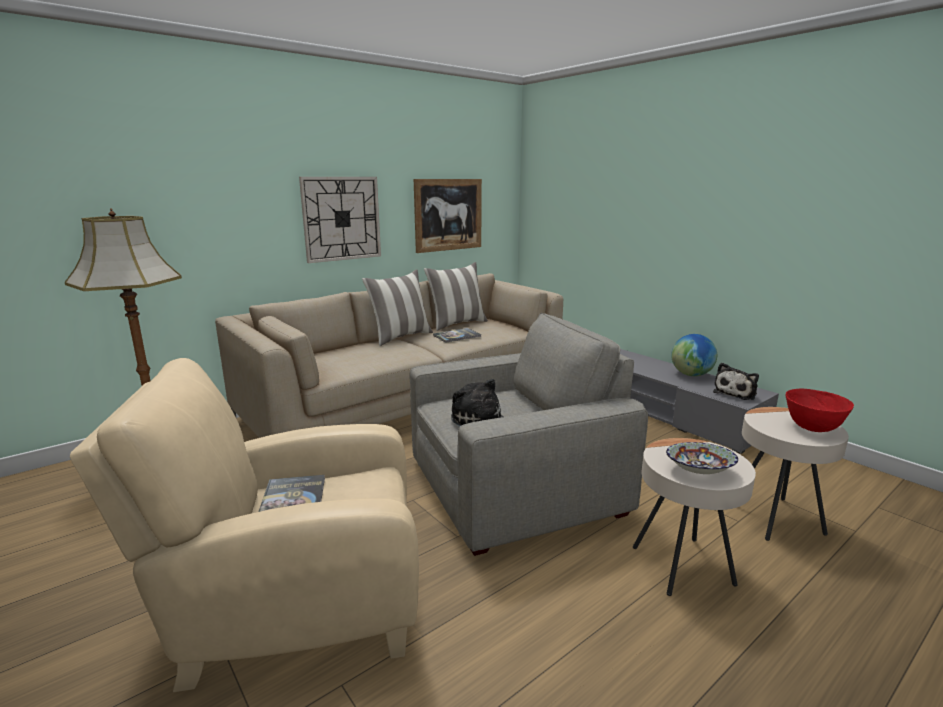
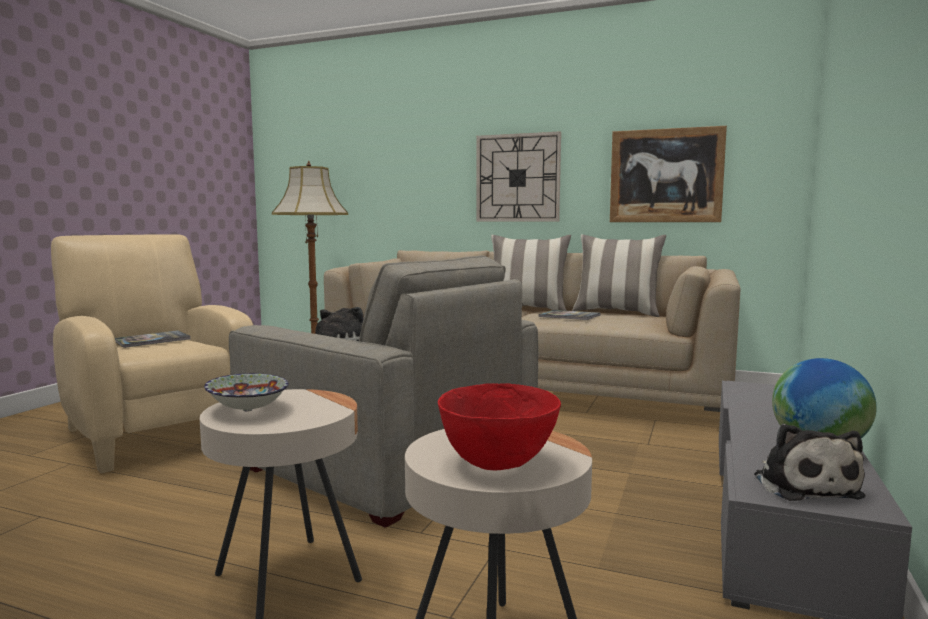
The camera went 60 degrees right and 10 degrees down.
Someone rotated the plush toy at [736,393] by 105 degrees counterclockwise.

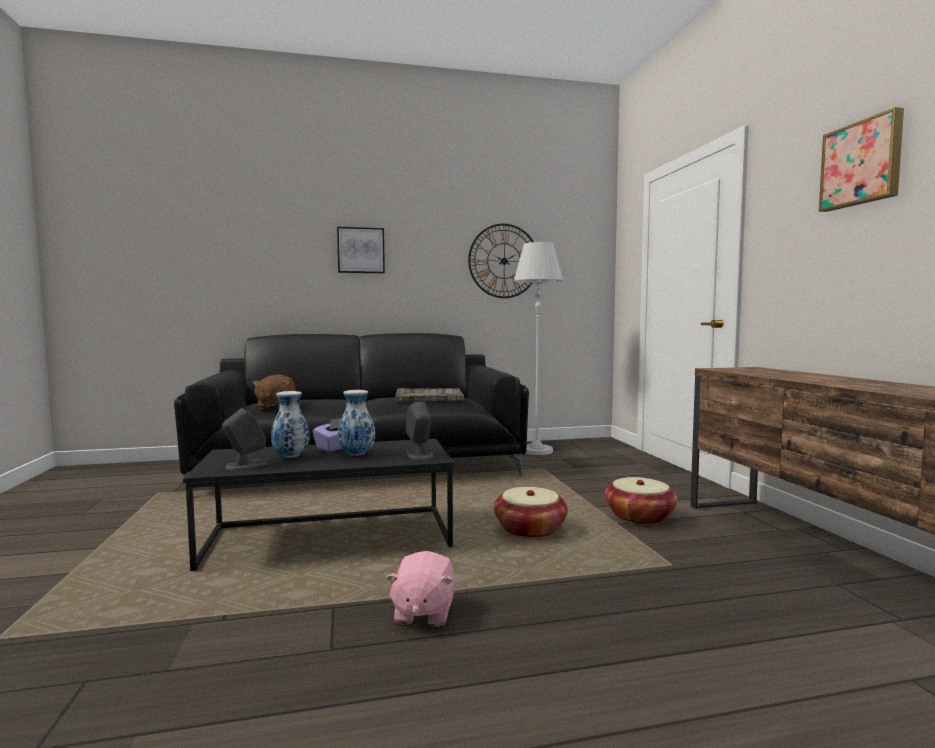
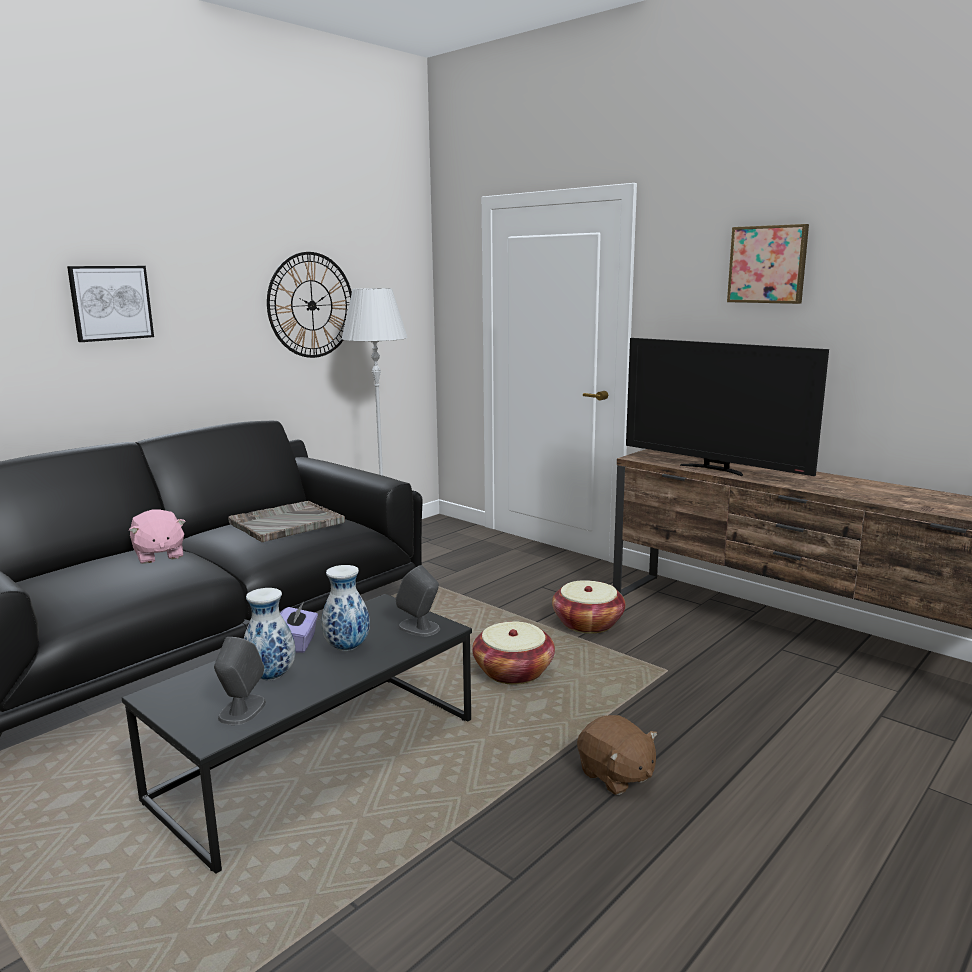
The camera went 35 degrees left and 10 degrees up.
Someone carried the plush toy in brownish from [275,406] to [615,775].
Someone carried the plush toy in pink-coloured from [423,613] to [159,555].
Someone put down the TV at [714,469].

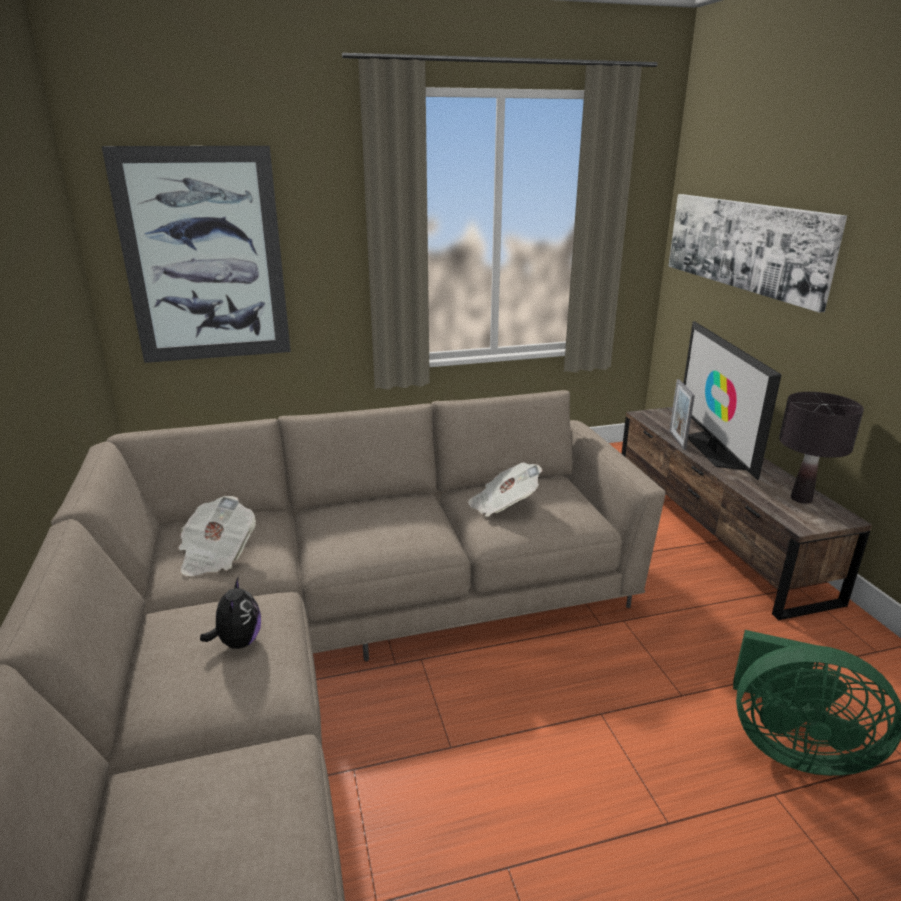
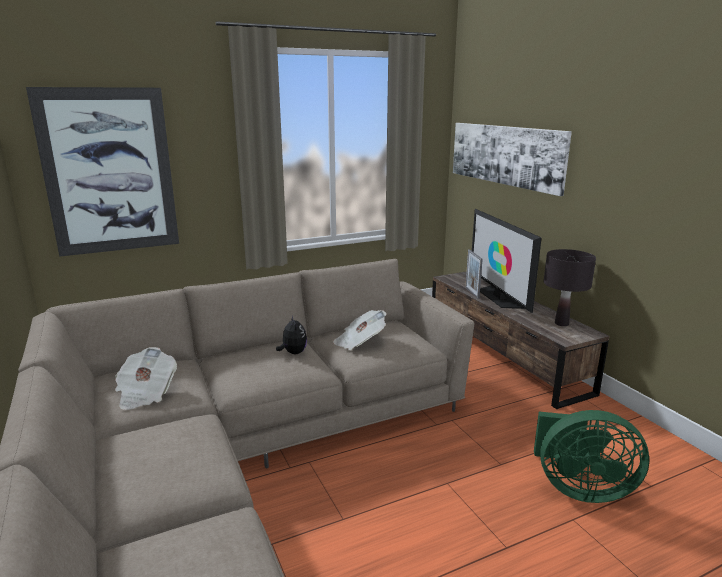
The camera went 10 degrees left and 5 degrees down.
Someone carried the plush toy from [238,642] to [293,353].

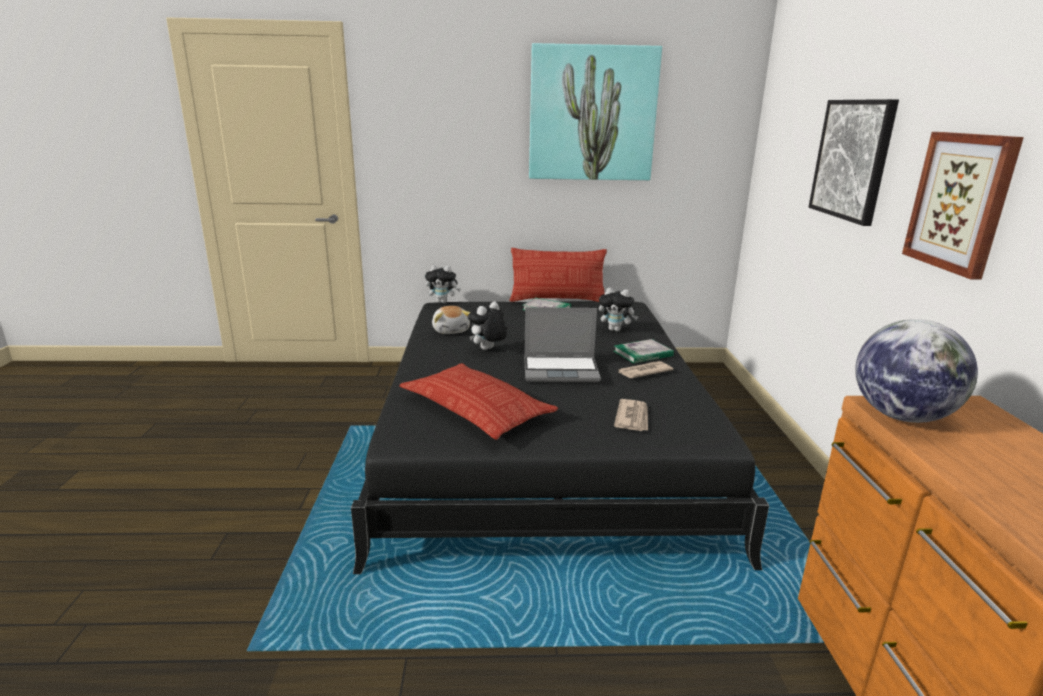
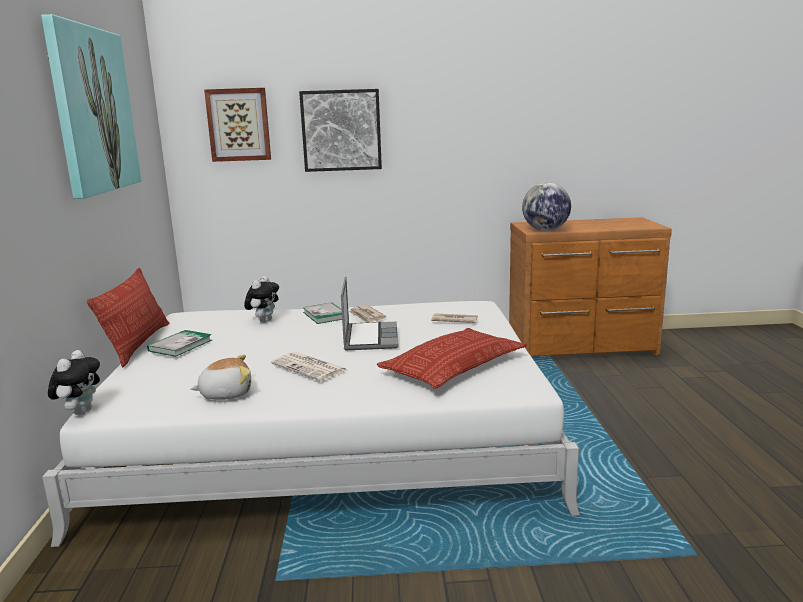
The camera went 90 degrees left and 5 degrees down.
Someone carried the picture from [960,202] to [239,125].
Someone repainted the bedroom bed in black at [542,438], which became the bedroom bed in white at [331,435].
Someone swapped the plush toy at [487,349] for the daily paper at [310,367].

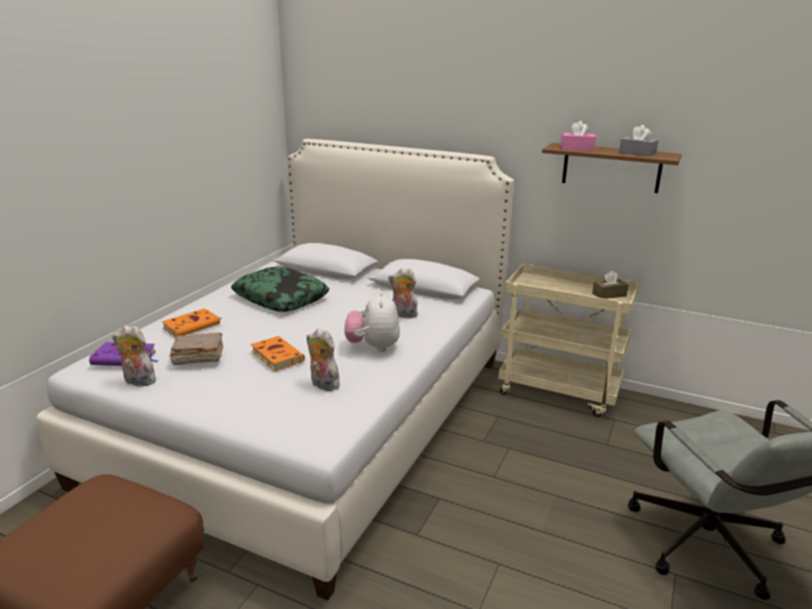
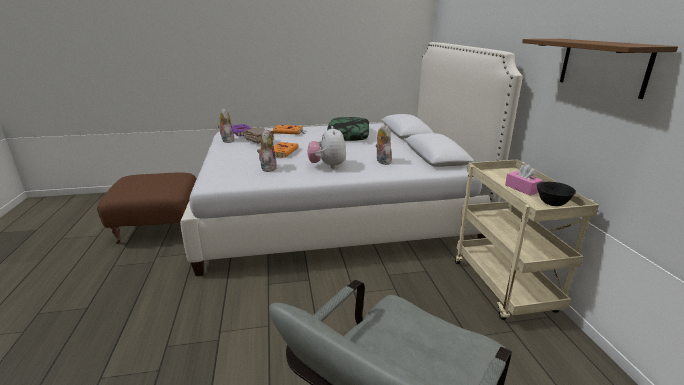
The camera went 55 degrees right and 0 degrees up.
Someone carried the tissue holder in pink-coloured from [577,148] to [522,188].
Someone took away the tissue holder in gray at [637,153].
Someone swapped the tissue holder in brownish at [609,295] for the serving bowl in black at [551,204].
Someone rotated the plush toy at [373,347] by 60 degrees counterclockwise.

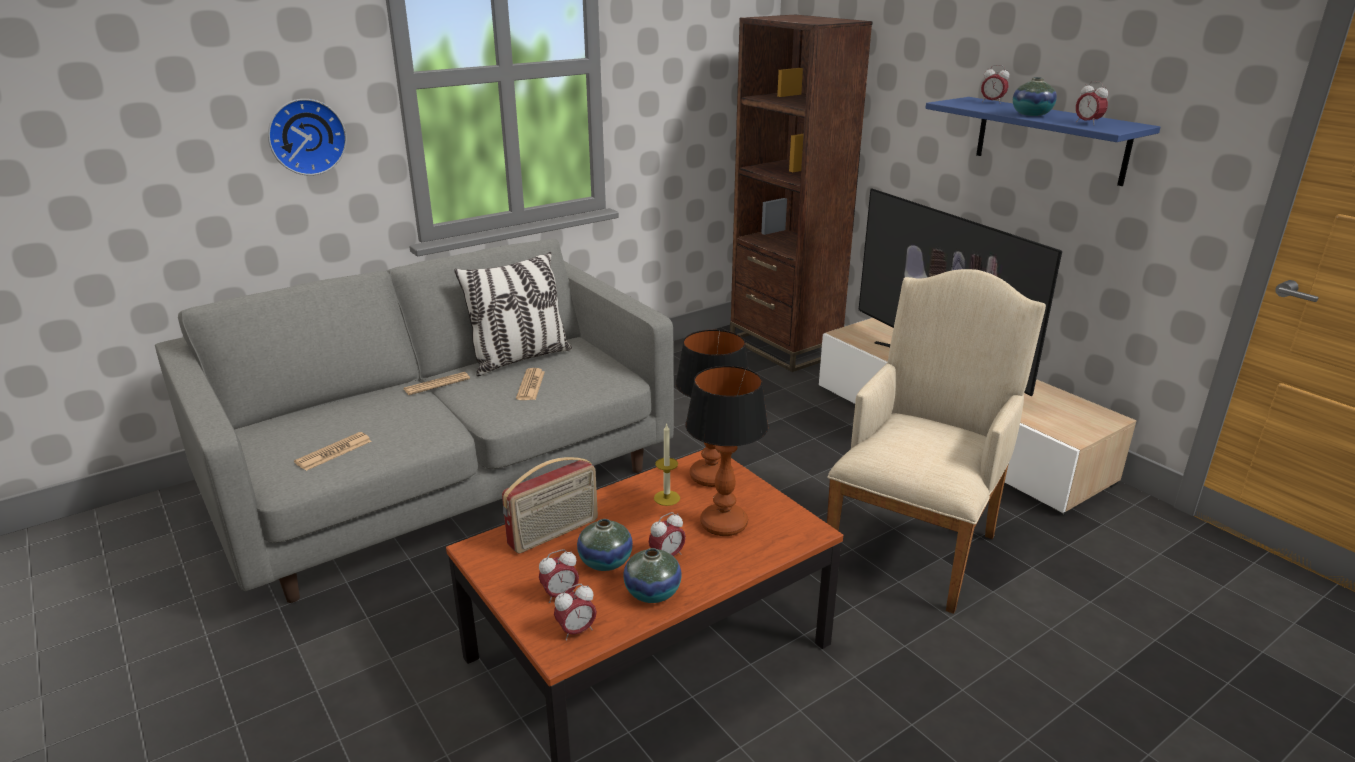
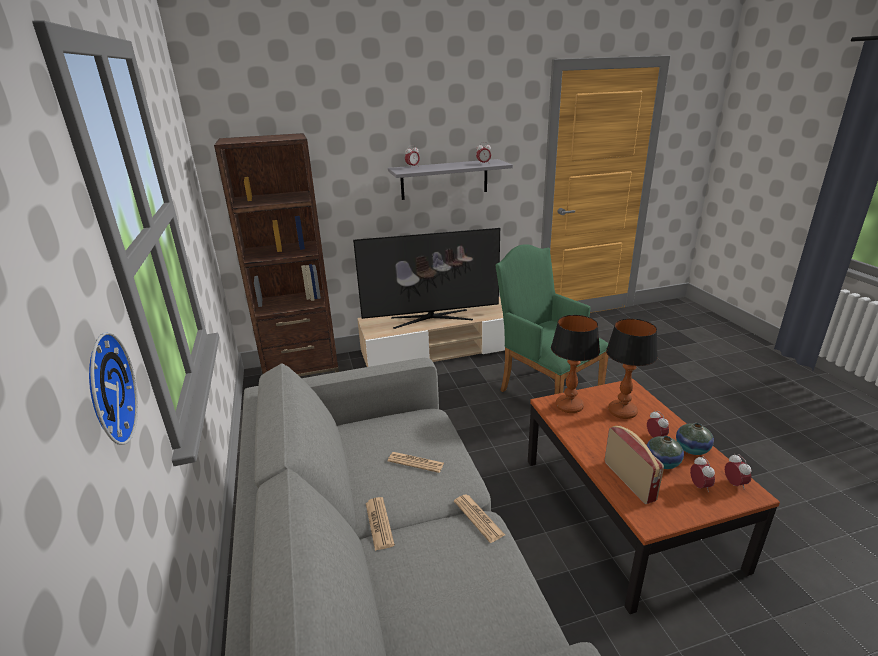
The camera went 70 degrees left and 0 degrees up.
Someone took away the vase at [1031,114].
Someone repainted the wall shelf in blue at [1050,140], which became the wall shelf in gray at [444,179].
Someone took away the cushion at [520,359].
Someone repainted the lounge chair in beige-coloured at [916,543], which became the lounge chair in green at [545,390].
Someone took away the candle at [667,498].
Someone carried the daily paper from [334,452] to [478,518].

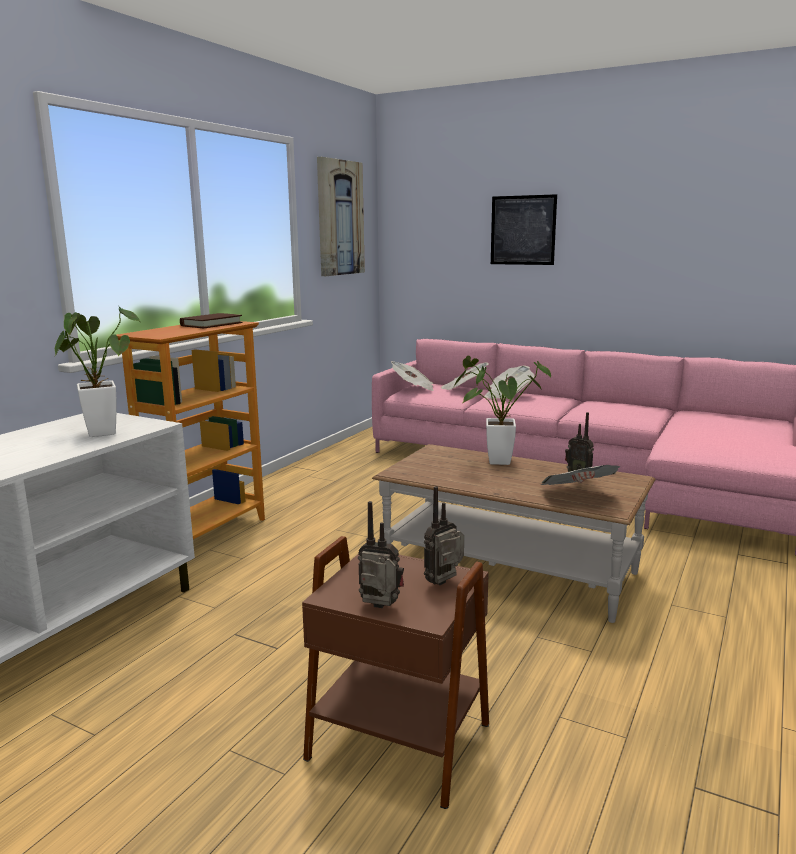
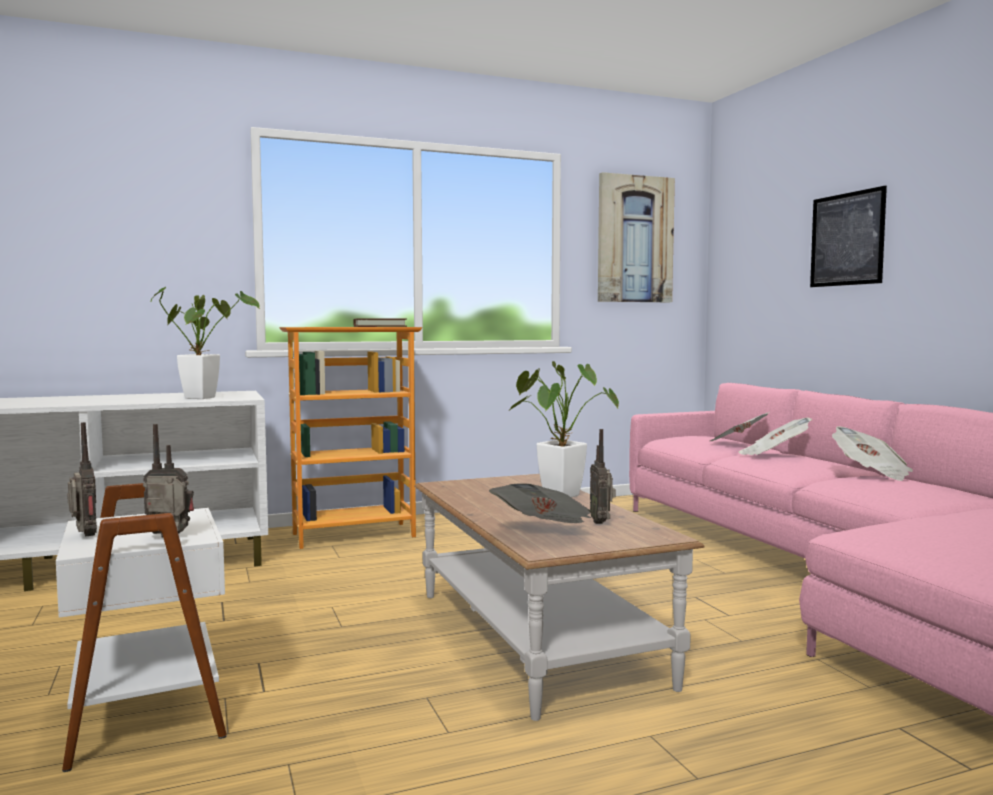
The camera went 40 degrees right and 10 degrees down.
Someone carried the daily paper from [413,388] to [871,473].
Someone repainted the accent table in brownish at [400,738], which became the accent table in white at [151,712].

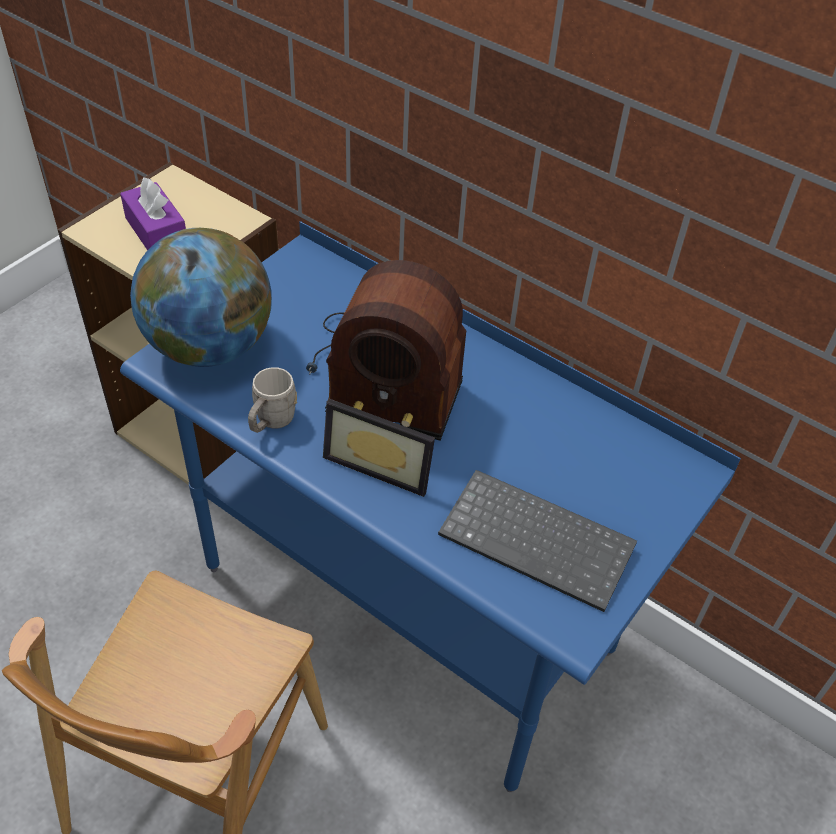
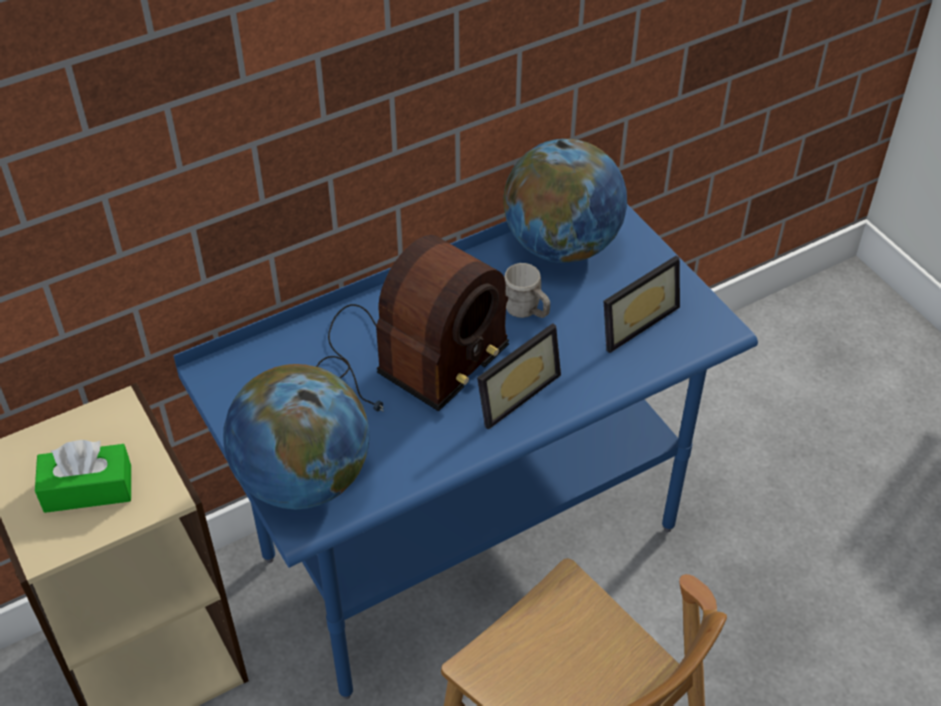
The camera went 65 degrees left and 0 degrees up.
Someone repainted the tissue holder in purple at [156,231], which became the tissue holder in green at [88,489].
Someone carried the mug in gray from [271,422] to [527,311].
Someone swapped the computer keyboard at [540,540] for the standing frame at [632,320].
Someone put down the desk globe at [562,245].

